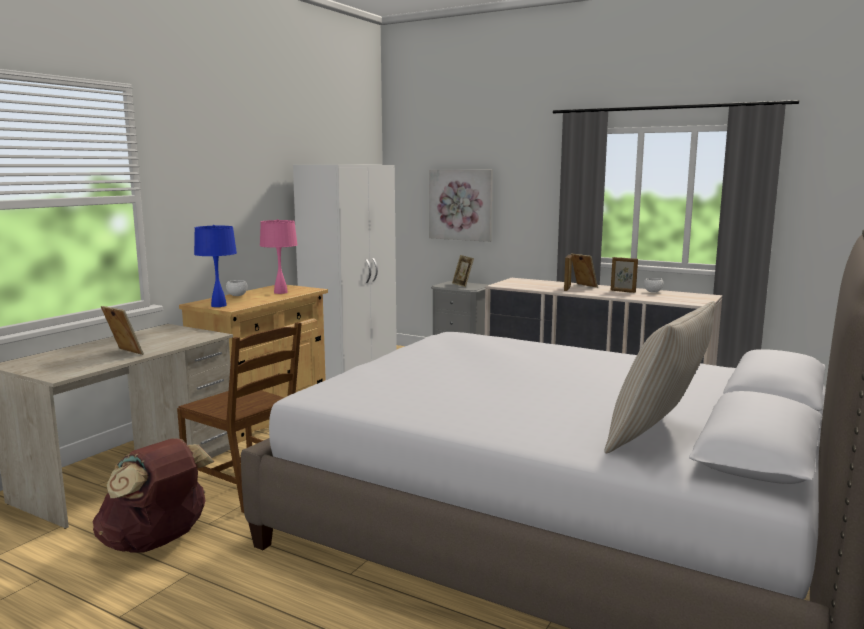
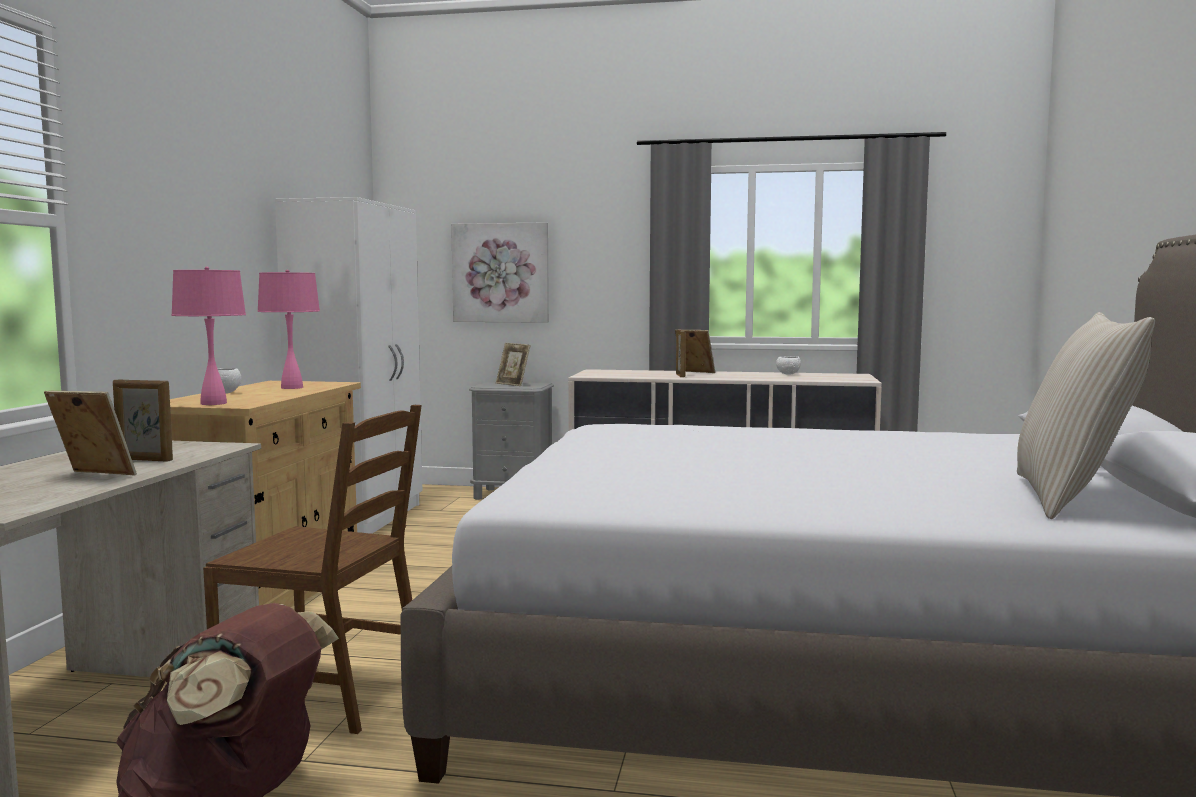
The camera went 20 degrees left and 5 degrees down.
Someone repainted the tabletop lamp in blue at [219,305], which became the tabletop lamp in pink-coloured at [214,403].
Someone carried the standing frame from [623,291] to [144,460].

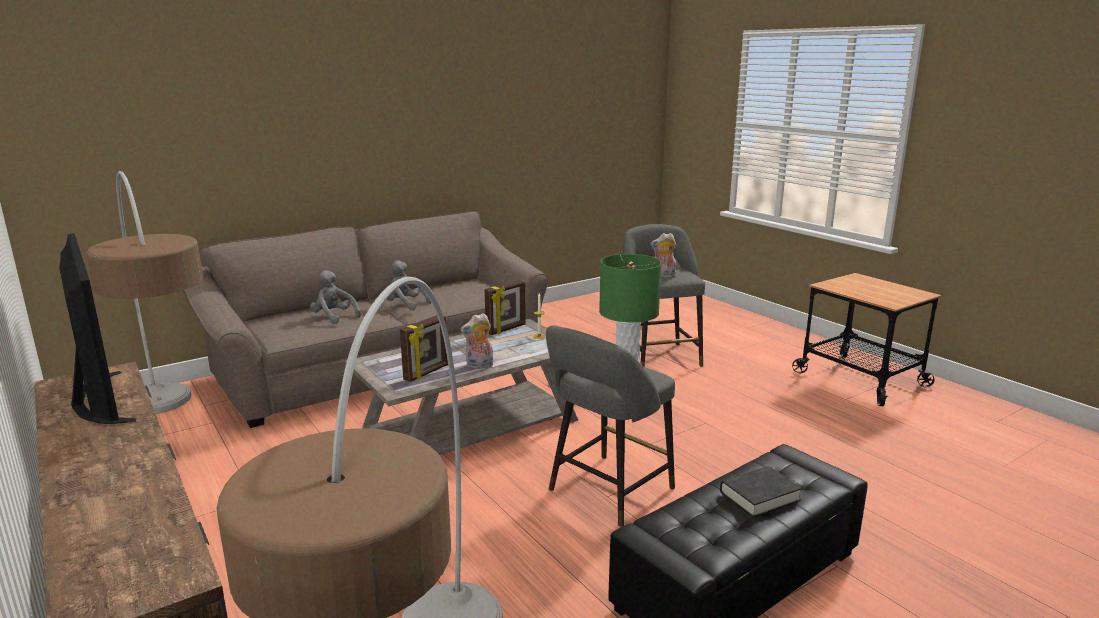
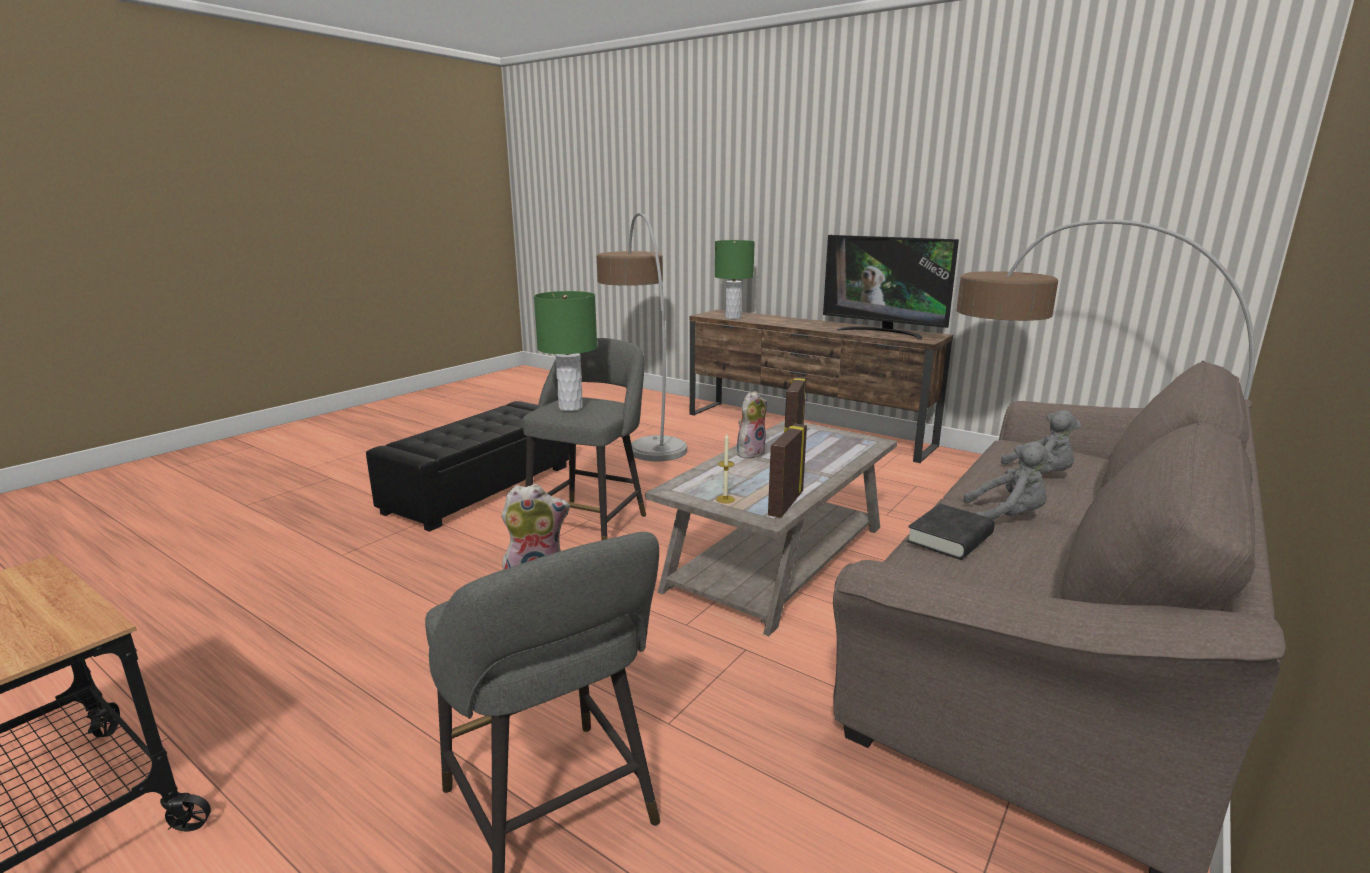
The camera went 160 degrees right and 0 degrees up.
Someone carried the bound book in black from [759,496] to [950,538].
Someone put down the tabletop lamp in green at [732,317].

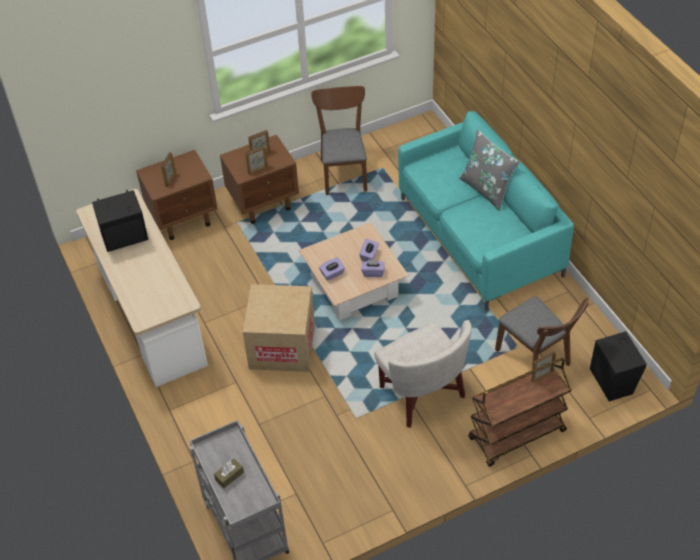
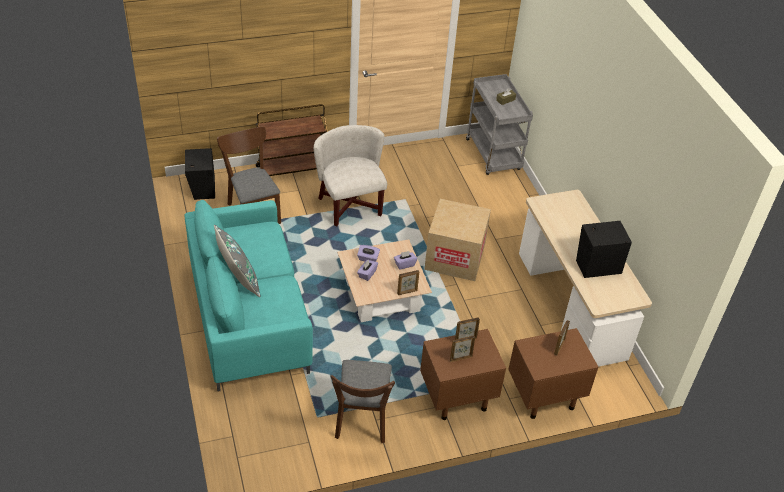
The camera went 175 degrees left and 5 degrees down.
Someone carried the standing frame from [541,376] to [407,292].

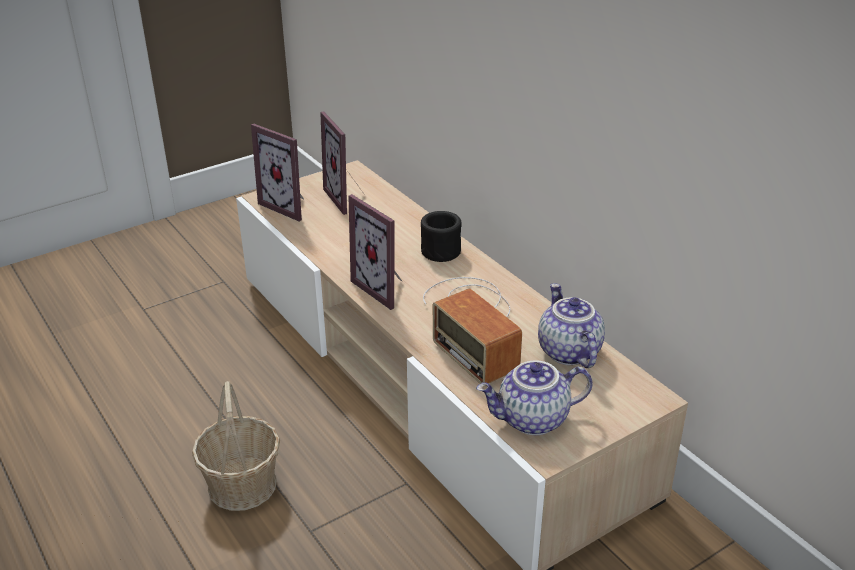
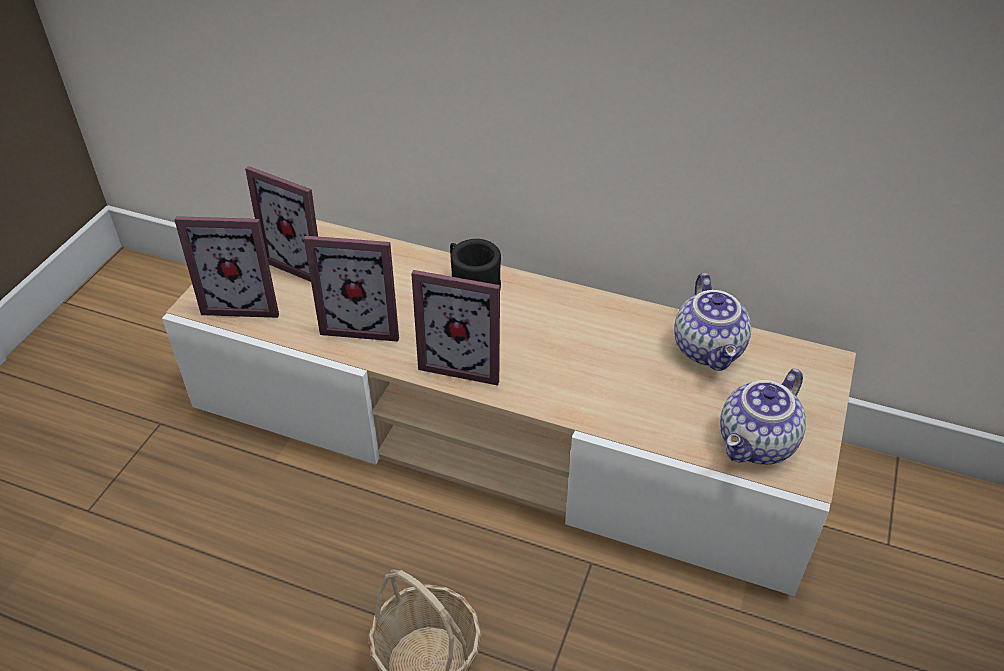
The camera went 35 degrees left and 10 degrees up.
Someone took away the radio at [473,324].
Someone rotated the teapot at [567,352] by 135 degrees counterclockwise.
Someone put down the standing frame at [364,322].

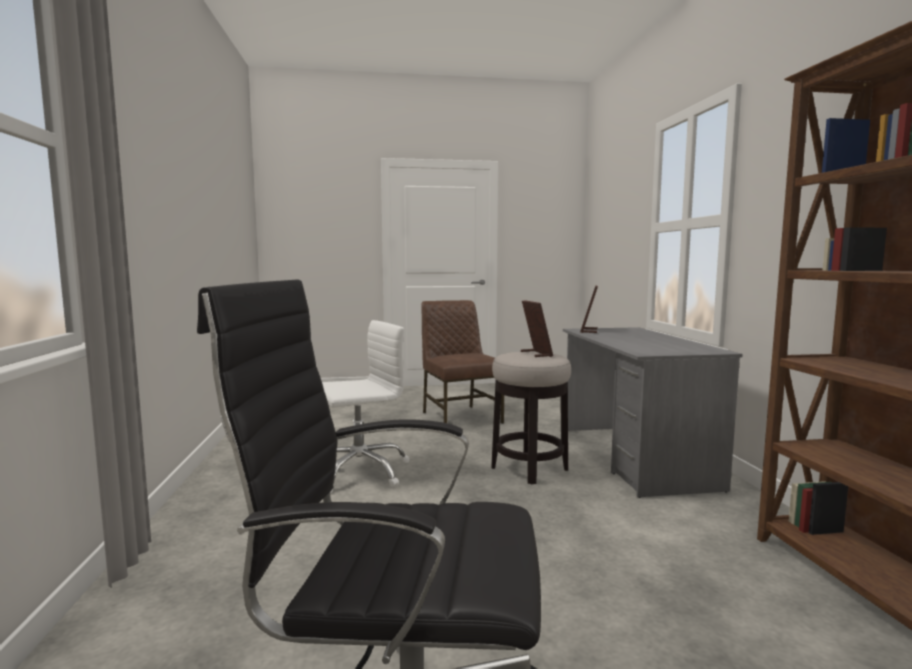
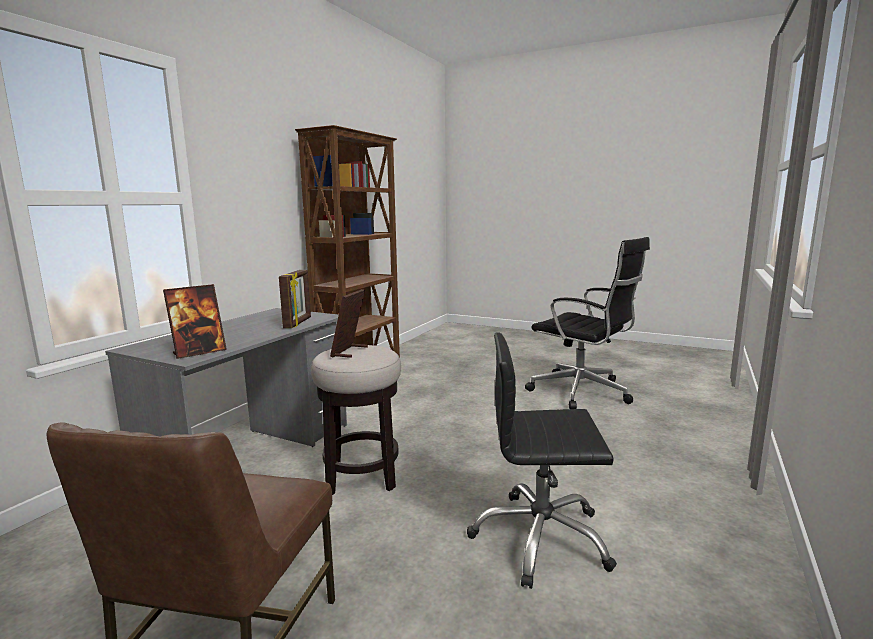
The camera went 145 degrees left and 5 degrees up.
Someone repainted the office chair in white at [359,471], which became the office chair in black at [540,538].
Someone put down the standing frame at [298,323].

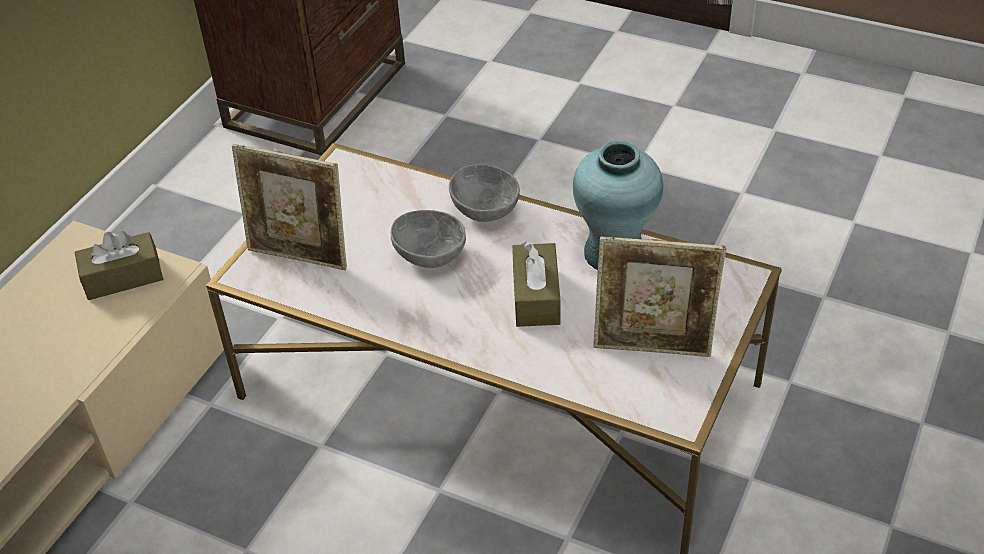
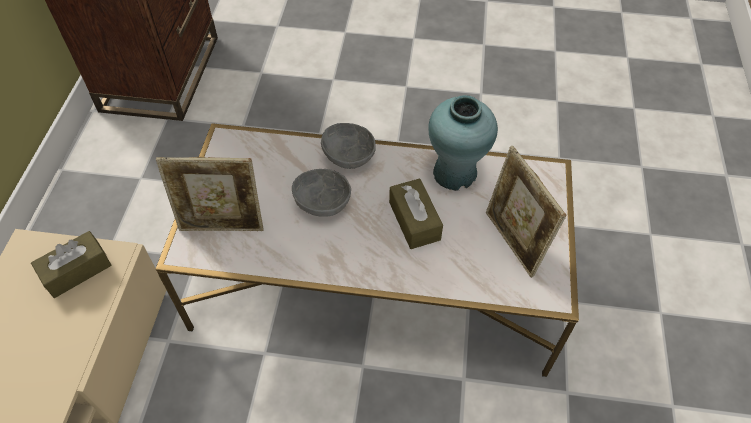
The camera went 20 degrees left and 10 degrees up.
Someone rotated the standing frame at [653,347] by 75 degrees clockwise.

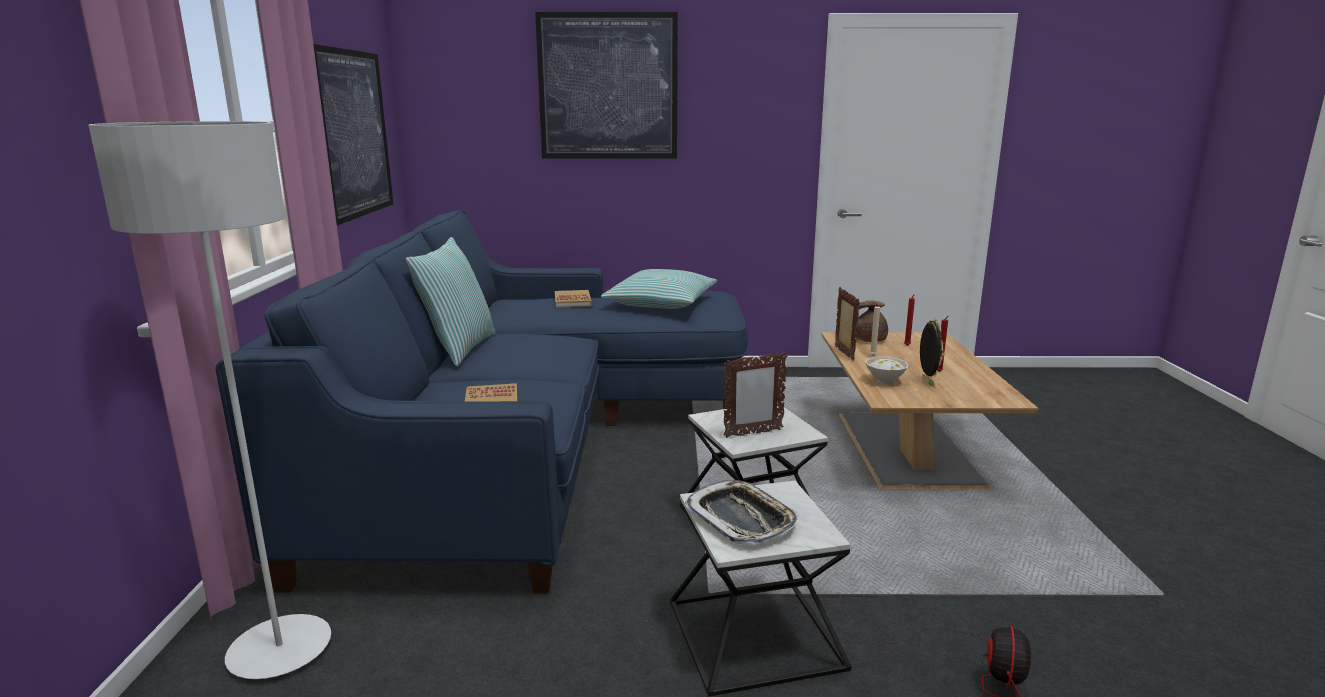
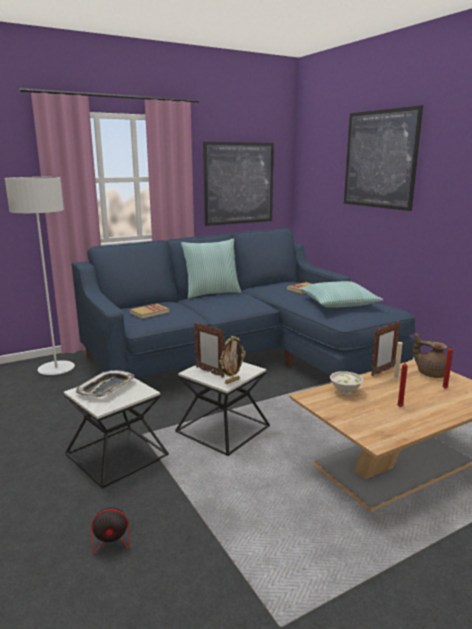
The camera went 60 degrees right and 0 degrees up.
Someone carried the standing frame from [927,382] to [232,381].

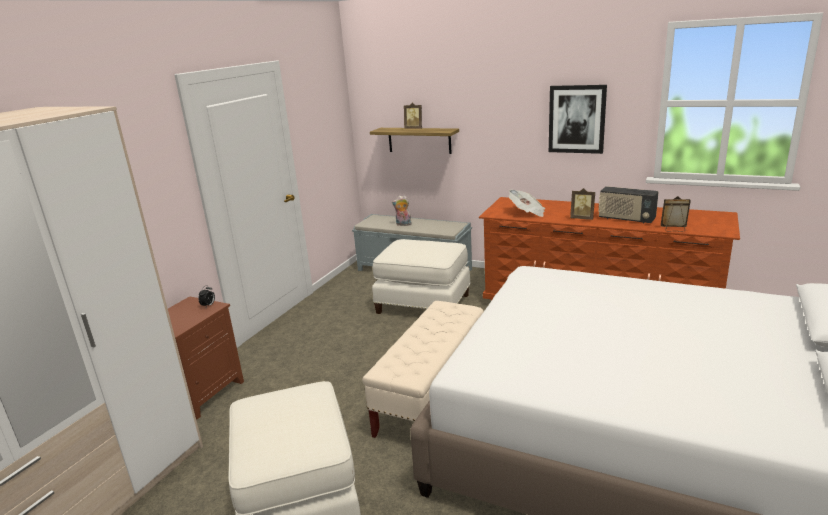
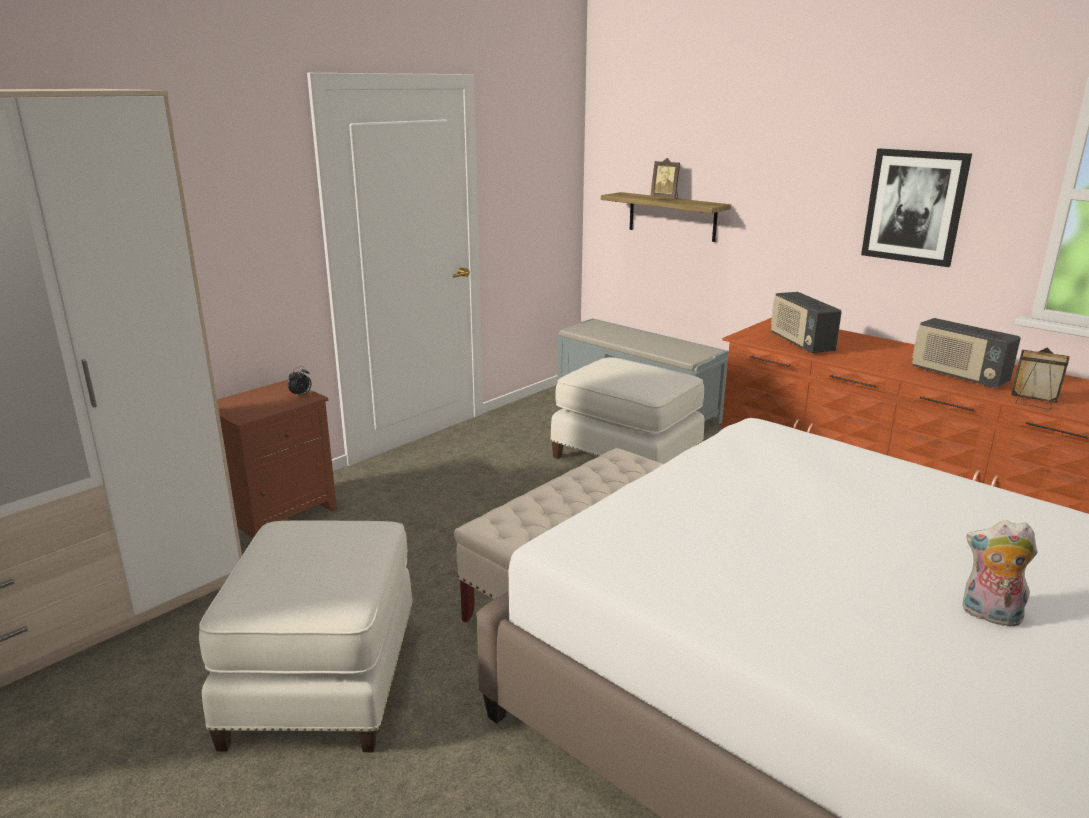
The camera went 15 degrees right and 0 degrees up.
Someone took away the standing frame at [582,218].
Someone swapped the daily paper at [527,213] for the radio at [800,343].
Someone carried the plush toy from [403,224] to [989,615].

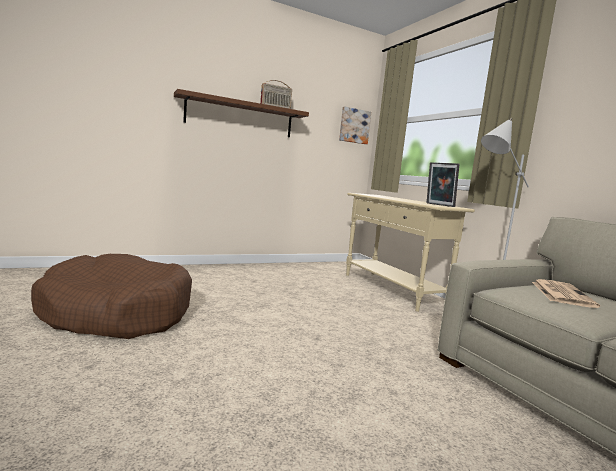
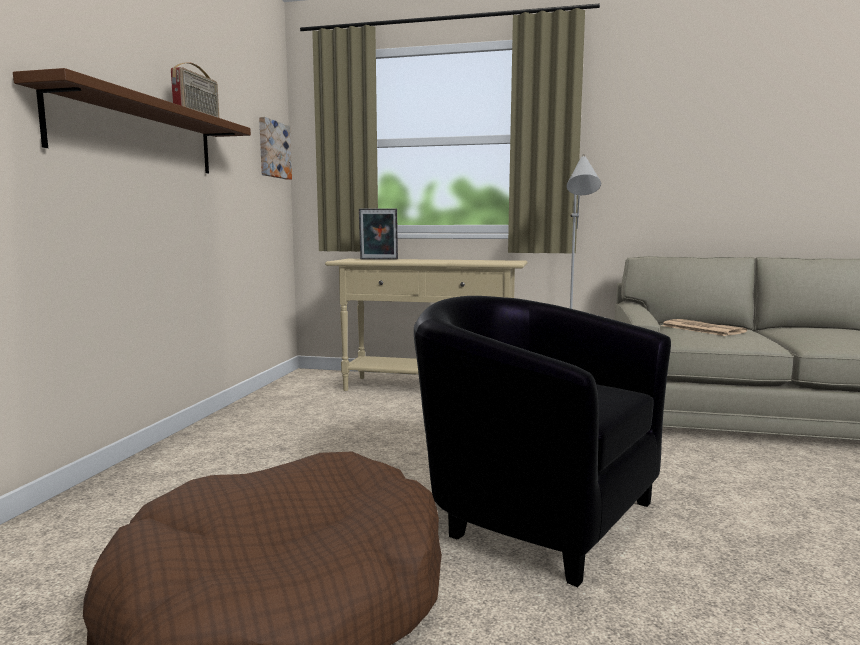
The camera went 50 degrees left and 0 degrees up.
Someone carried the standing frame from [439,205] to [378,259].
Someone put down the lounge chair in black at [533,511].

